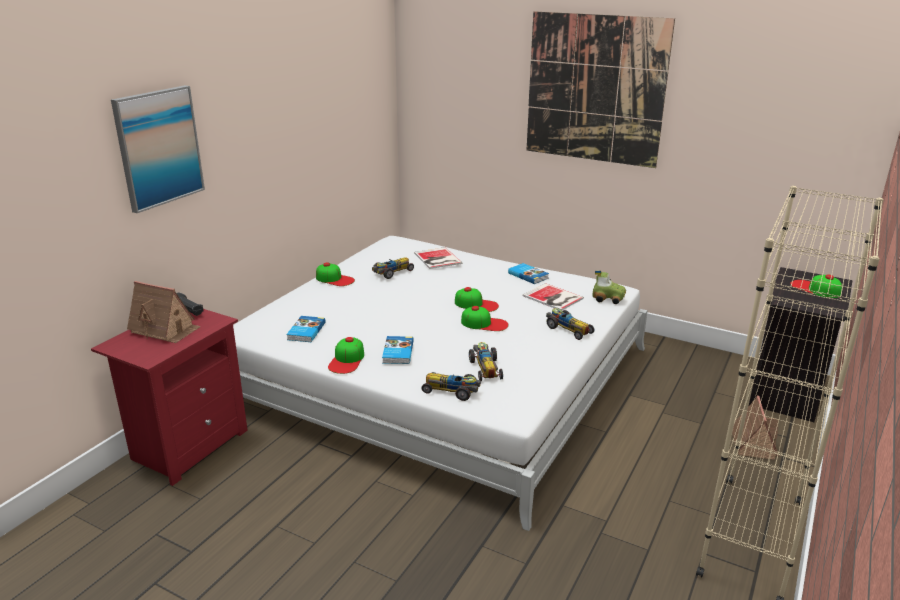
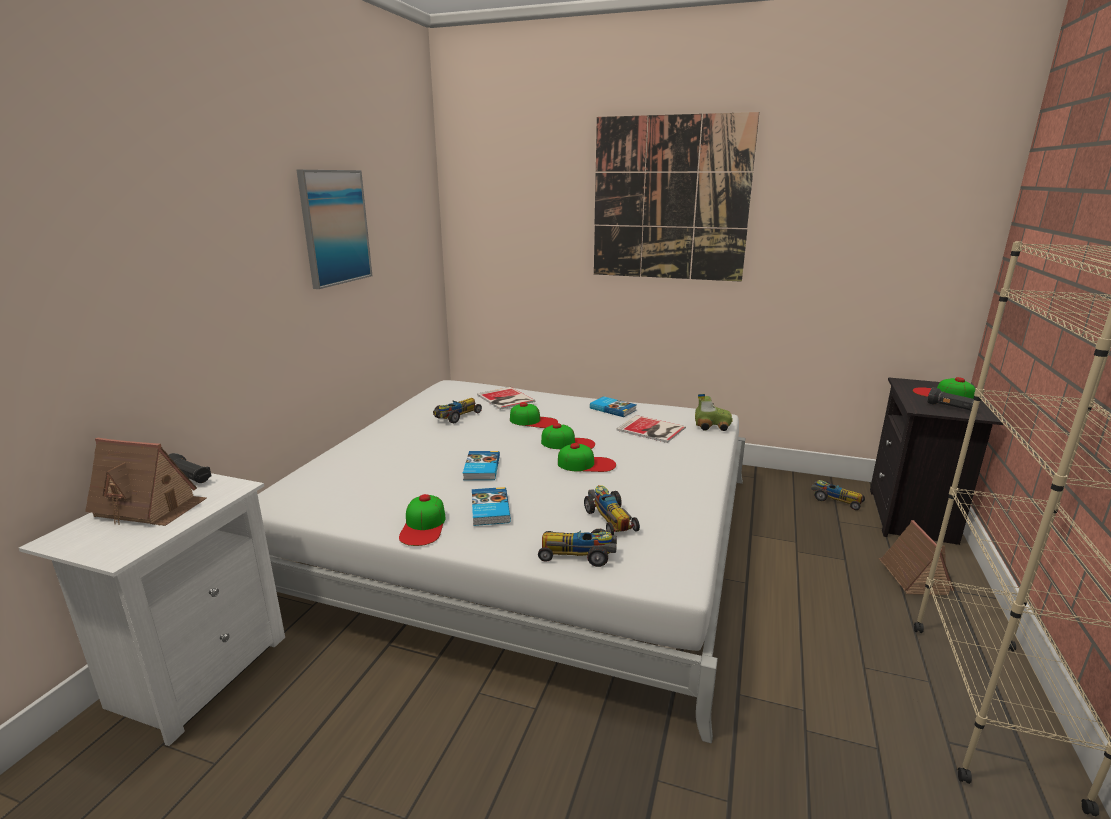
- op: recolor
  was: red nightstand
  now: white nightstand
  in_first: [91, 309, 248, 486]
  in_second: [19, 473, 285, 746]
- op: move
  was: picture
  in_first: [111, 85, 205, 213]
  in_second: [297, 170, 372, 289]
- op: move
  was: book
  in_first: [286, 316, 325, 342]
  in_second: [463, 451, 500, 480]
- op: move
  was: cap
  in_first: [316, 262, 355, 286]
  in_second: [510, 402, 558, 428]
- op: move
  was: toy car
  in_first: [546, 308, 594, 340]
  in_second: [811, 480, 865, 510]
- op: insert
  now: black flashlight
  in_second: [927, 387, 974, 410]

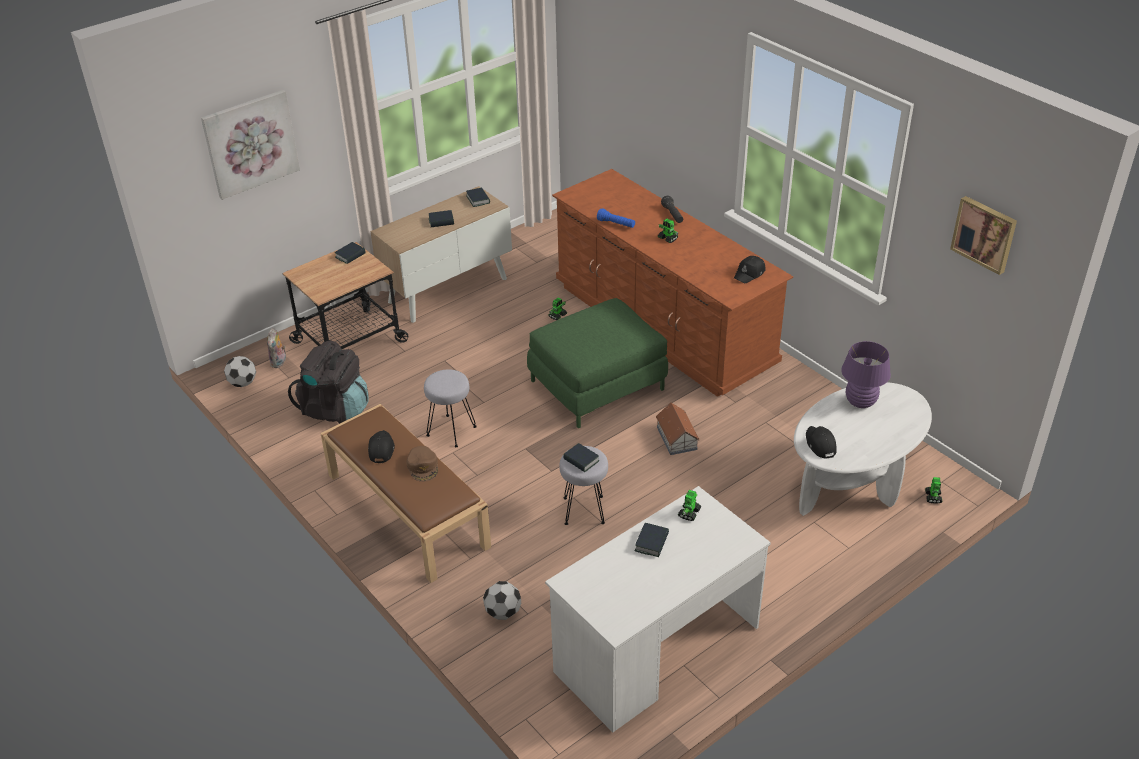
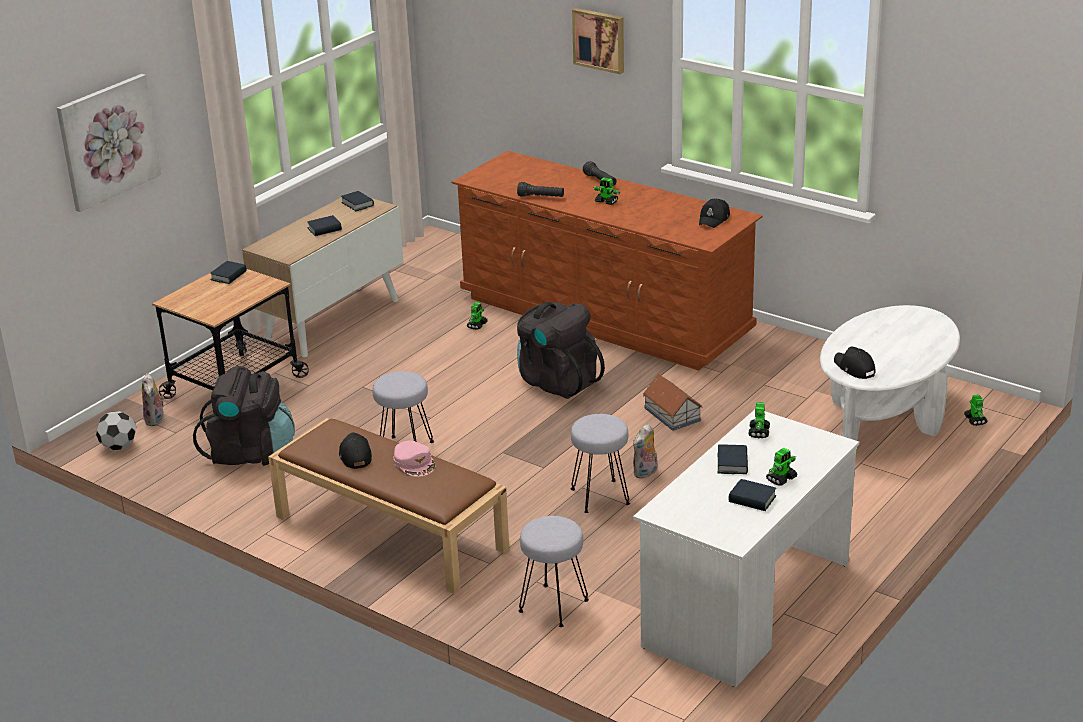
- op: recolor
  was: brown cap
  now: pink cap
  in_first: [406, 446, 438, 482]
  in_second: [393, 441, 435, 477]
- op: recolor
  was: blue flashlight
  now: black flashlight
  in_first: [597, 208, 635, 228]
  in_second: [517, 182, 564, 197]
- op: replace
  was: green ottoman
  now: black backpack
  in_first: [527, 298, 668, 428]
  in_second: [517, 302, 605, 399]
- op: replace
  was: football
  now: grey stool
  in_first: [483, 581, 521, 620]
  in_second: [519, 516, 589, 627]
- op: move
  was: picture
  in_first: [950, 196, 1017, 275]
  in_second: [572, 8, 624, 74]
- op: insert
  now: plush toy
  in_second: [633, 424, 658, 479]
- op: move
  was: book
  in_first: [563, 443, 599, 472]
  in_second: [729, 479, 776, 511]
- op: insert
  now: toy robot
  in_second: [766, 448, 798, 486]
- op: delete
  was: purple table lamp
  in_first: [841, 341, 891, 408]

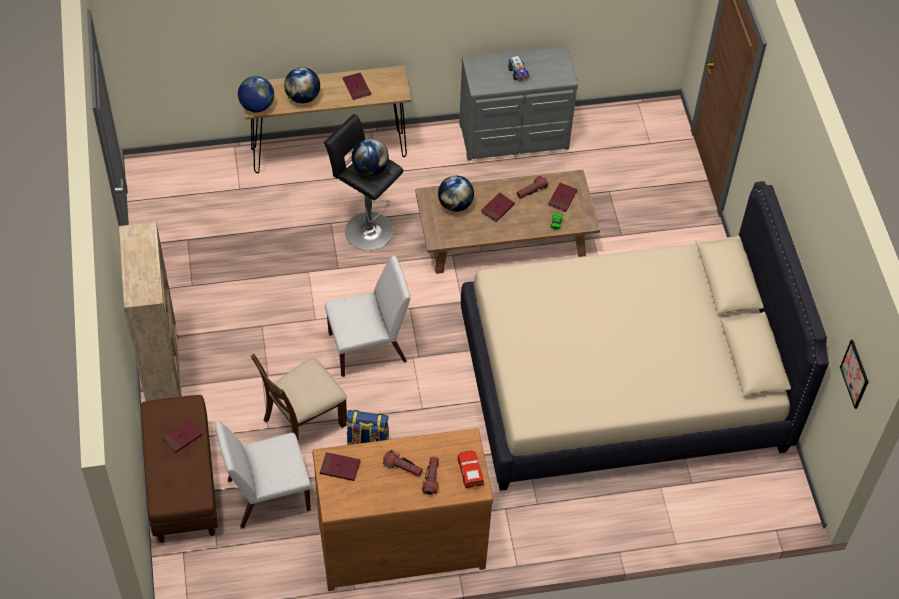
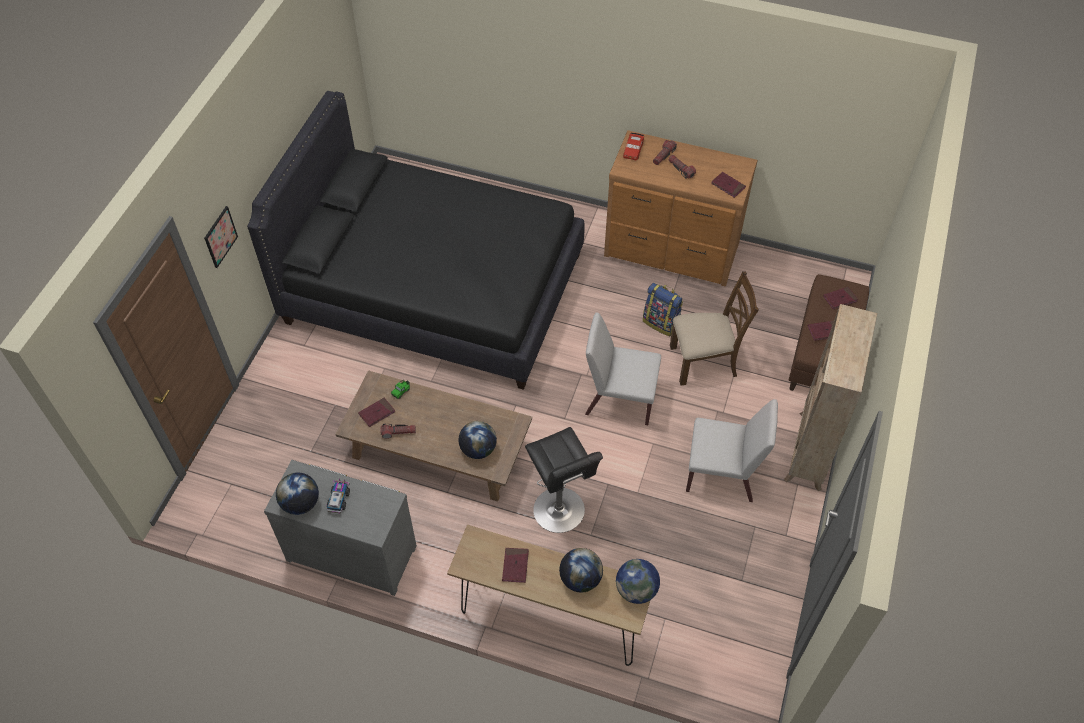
- op: move
  was: picture
  in_first: [840, 340, 869, 409]
  in_second: [204, 206, 238, 268]
- op: recolor
  was: beige bed
  now: black bed
  in_first: [461, 181, 829, 491]
  in_second: [247, 91, 585, 390]
- op: move
  was: globe
  in_first: [352, 138, 389, 176]
  in_second: [276, 472, 319, 515]
- op: move
  was: white chair
  in_first: [215, 422, 311, 529]
  in_second: [686, 399, 778, 502]
- op: move
  was: red book
  in_first: [481, 192, 515, 222]
  in_second: [823, 287, 858, 309]

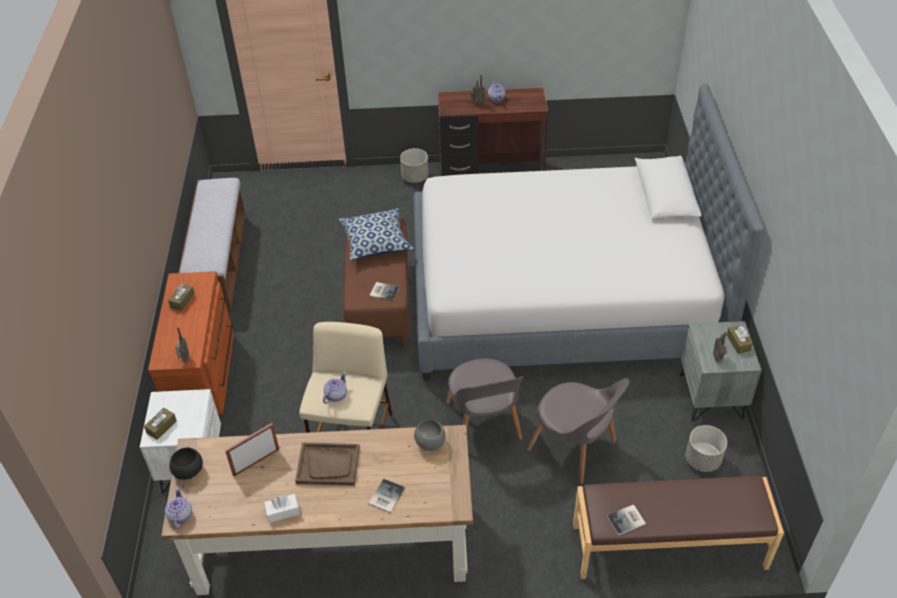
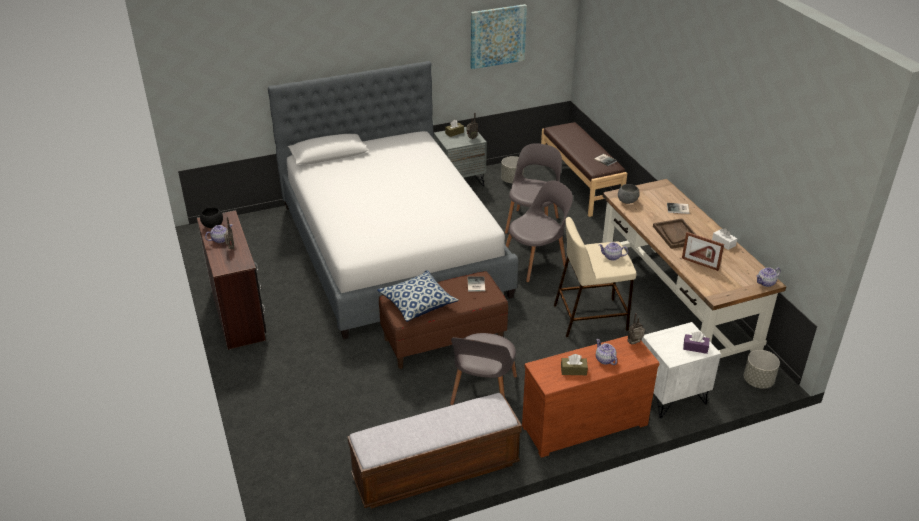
- op: move
  was: black bowl
  in_first: [169, 447, 203, 480]
  in_second: [200, 207, 223, 228]
- op: insert
  now: grey chair
  in_second: [450, 333, 517, 405]
- op: insert
  now: picture
  in_second: [471, 4, 527, 69]
- op: insert
  now: teapot
  in_second: [596, 339, 617, 365]
- op: recolor
  was: brown tissue box
  now: purple tissue box
  in_first: [144, 408, 177, 440]
  in_second: [683, 332, 710, 354]
- op: move
  was: grey planter
  in_first: [400, 148, 429, 183]
  in_second: [744, 350, 780, 389]

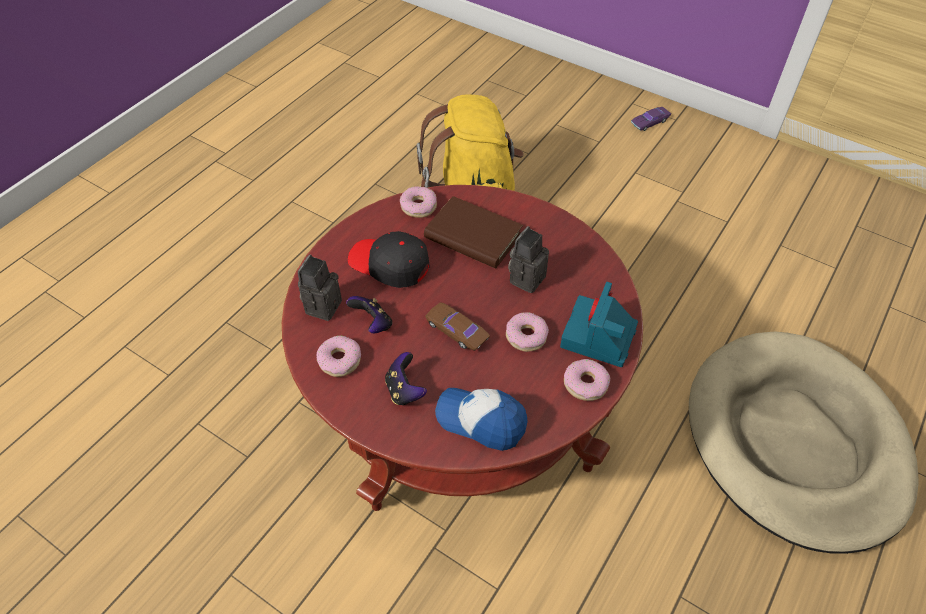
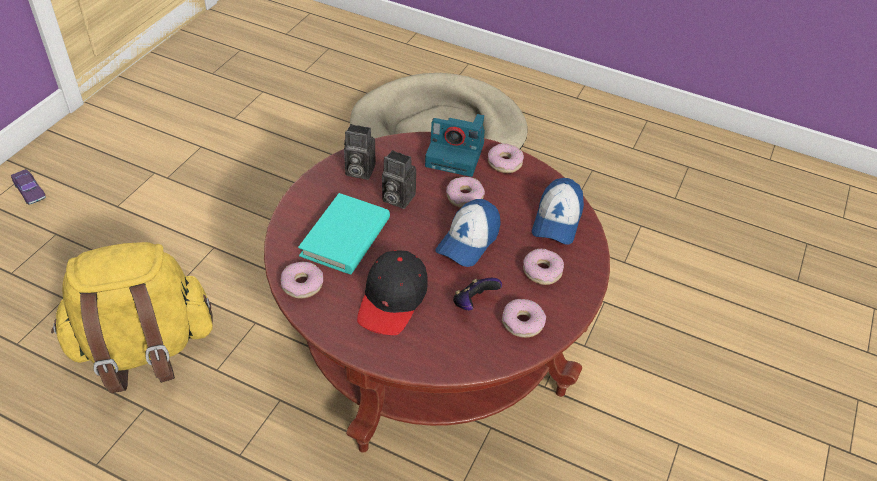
- op: recolor
  was: brown book
  now: turquoise book
  in_first: [424, 196, 523, 268]
  in_second: [298, 193, 390, 274]
- op: move
  was: photo camera
  in_first: [298, 254, 342, 321]
  in_second: [344, 124, 376, 180]
- op: replace
  was: brown toy car
  now: cap
  in_first: [425, 302, 490, 351]
  in_second: [435, 199, 501, 267]
- op: replace
  was: game controller
  now: donut
  in_first: [385, 352, 427, 406]
  in_second: [523, 249, 564, 285]

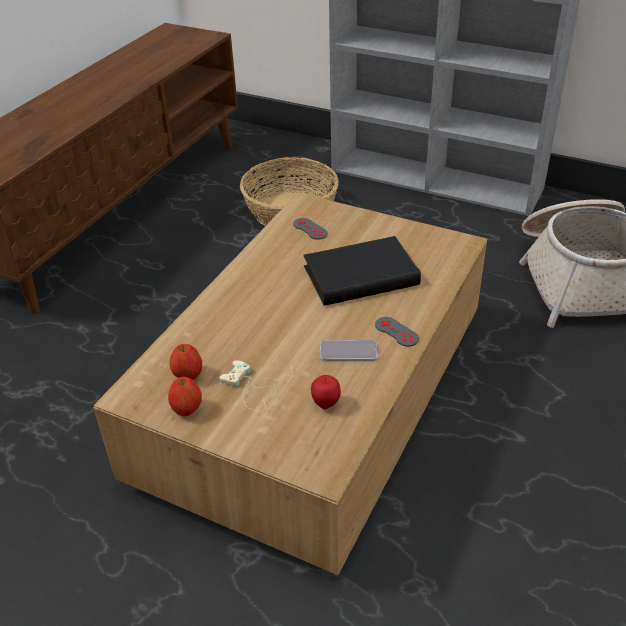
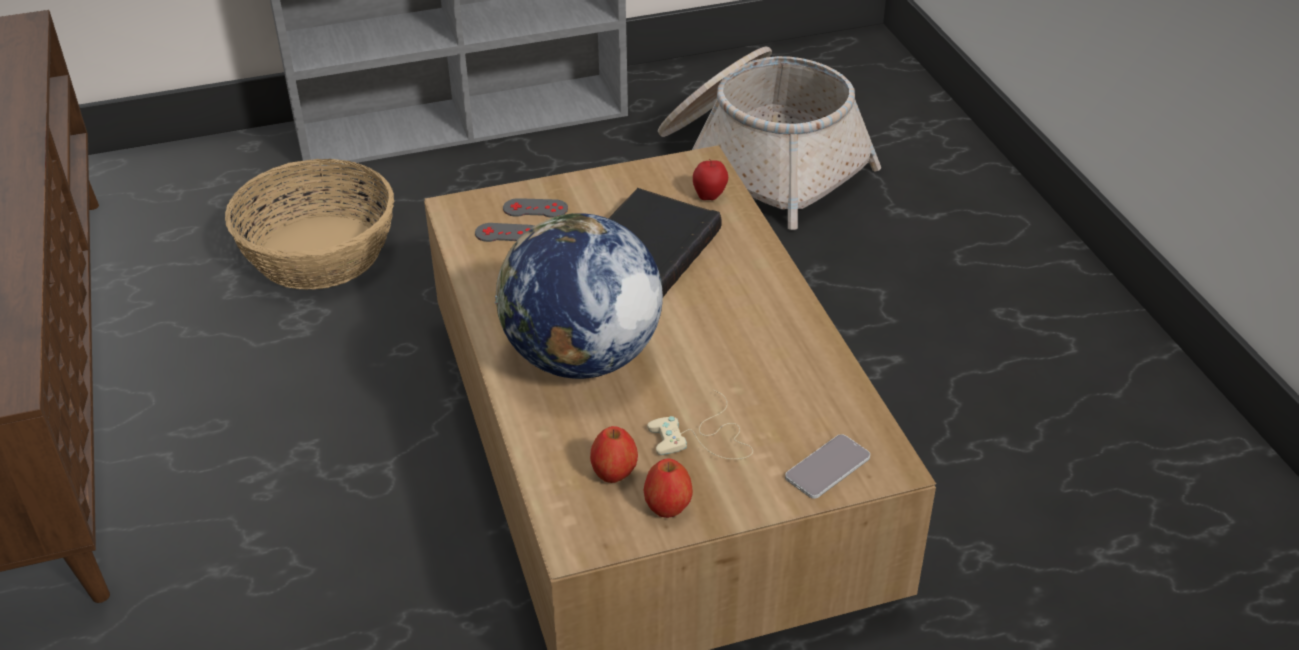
- op: insert
  now: globe
  in_second: [494, 213, 663, 379]
- op: move
  was: grey game controller
  in_first: [375, 317, 419, 347]
  in_second: [503, 198, 568, 218]
- op: move
  was: apple
  in_first: [311, 375, 341, 409]
  in_second: [693, 159, 728, 200]
- op: move
  was: phone
  in_first: [320, 340, 377, 361]
  in_second: [785, 434, 870, 499]

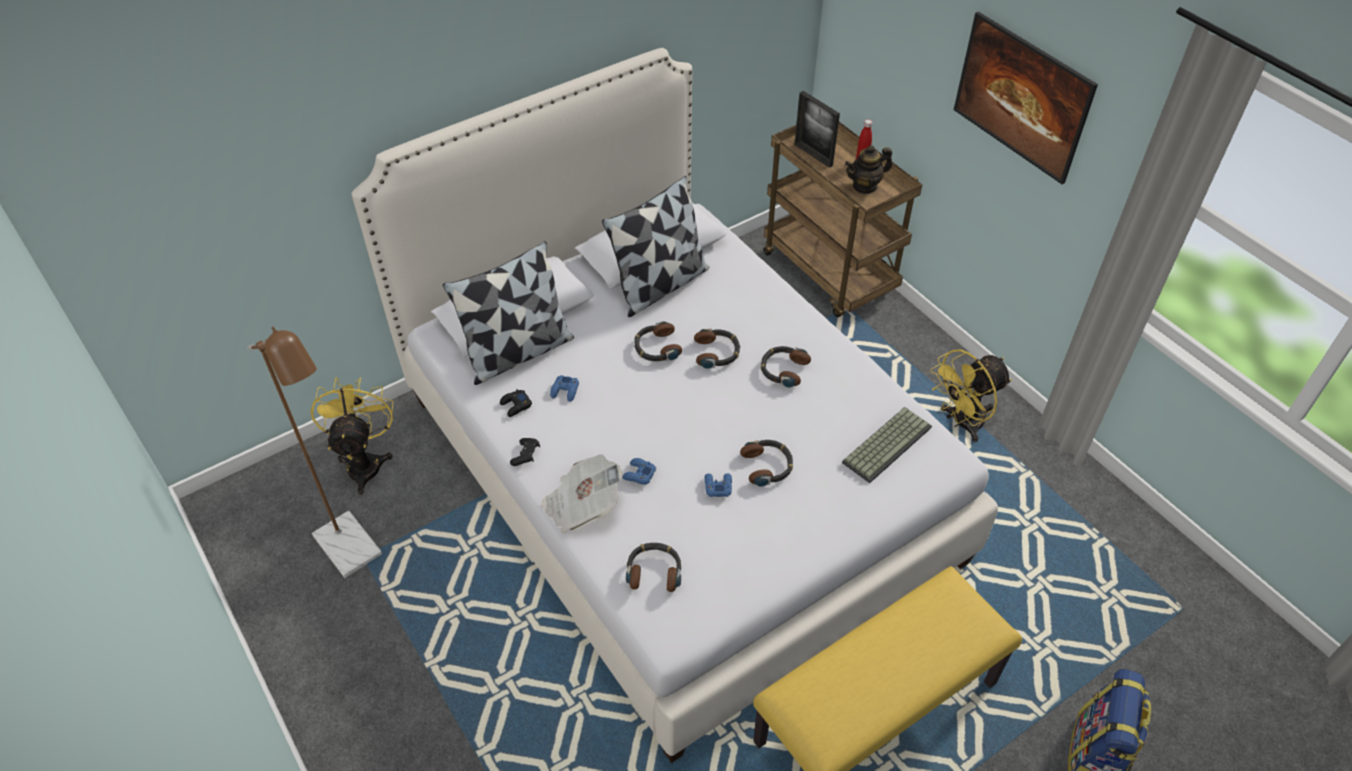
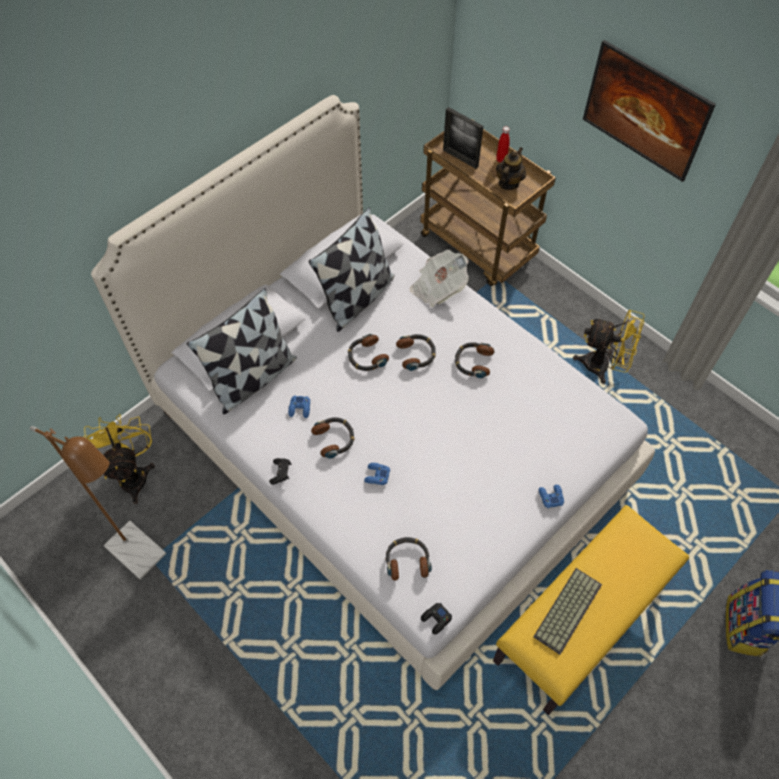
- op: move
  was: headphones
  in_first: [740, 440, 793, 487]
  in_second: [311, 417, 354, 459]
- op: move
  was: newspaper
  in_first: [541, 454, 623, 534]
  in_second: [410, 250, 469, 307]
- op: move
  was: black game controller
  in_first: [500, 389, 532, 417]
  in_second: [421, 603, 452, 635]
- op: rotate
  was: teapot
  in_first: [845, 145, 892, 194]
  in_second: [496, 147, 526, 190]
  clockwise: 150
- op: move
  was: keyboard
  in_first: [842, 407, 932, 483]
  in_second: [533, 568, 602, 655]
- op: move
  was: blue game controller
  in_first: [704, 473, 732, 497]
  in_second: [539, 485, 564, 508]
- op: rotate
  was: yellow fan
  in_first: [930, 349, 1012, 442]
  in_second: [573, 310, 645, 384]
  clockwise: -120

